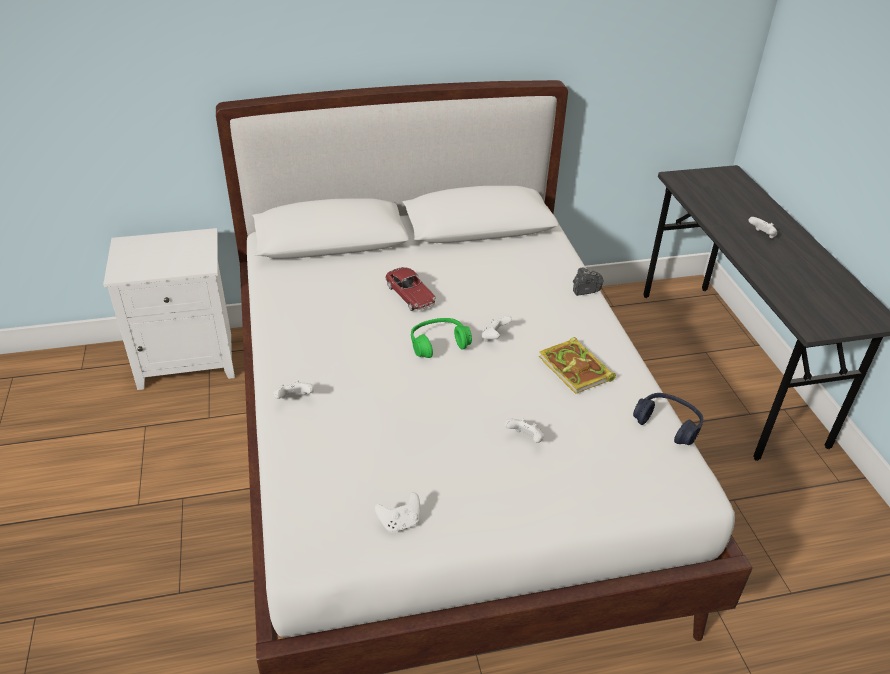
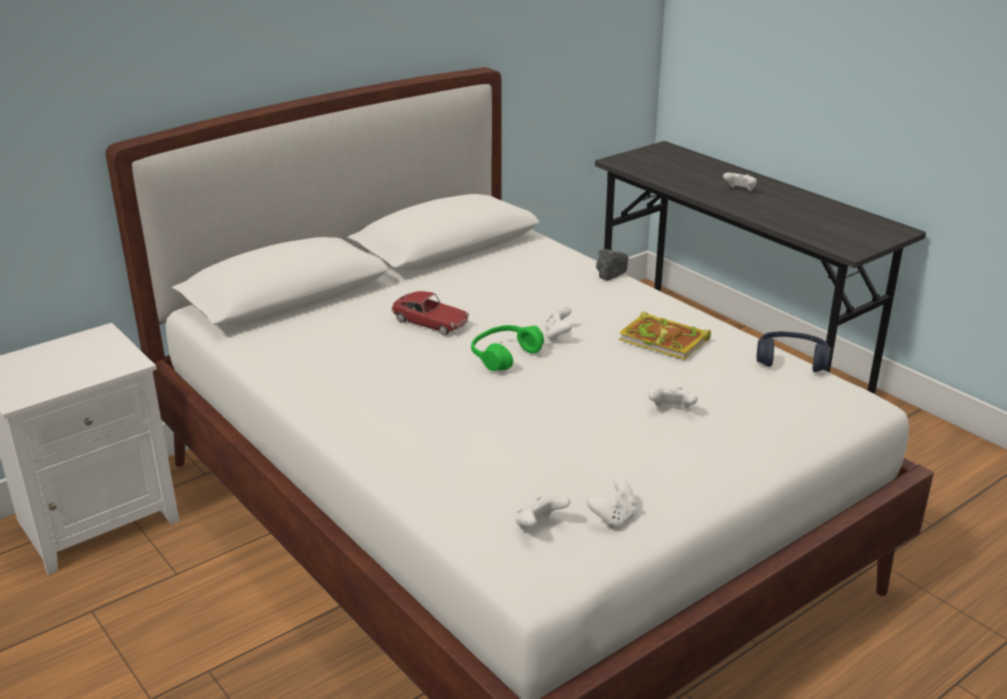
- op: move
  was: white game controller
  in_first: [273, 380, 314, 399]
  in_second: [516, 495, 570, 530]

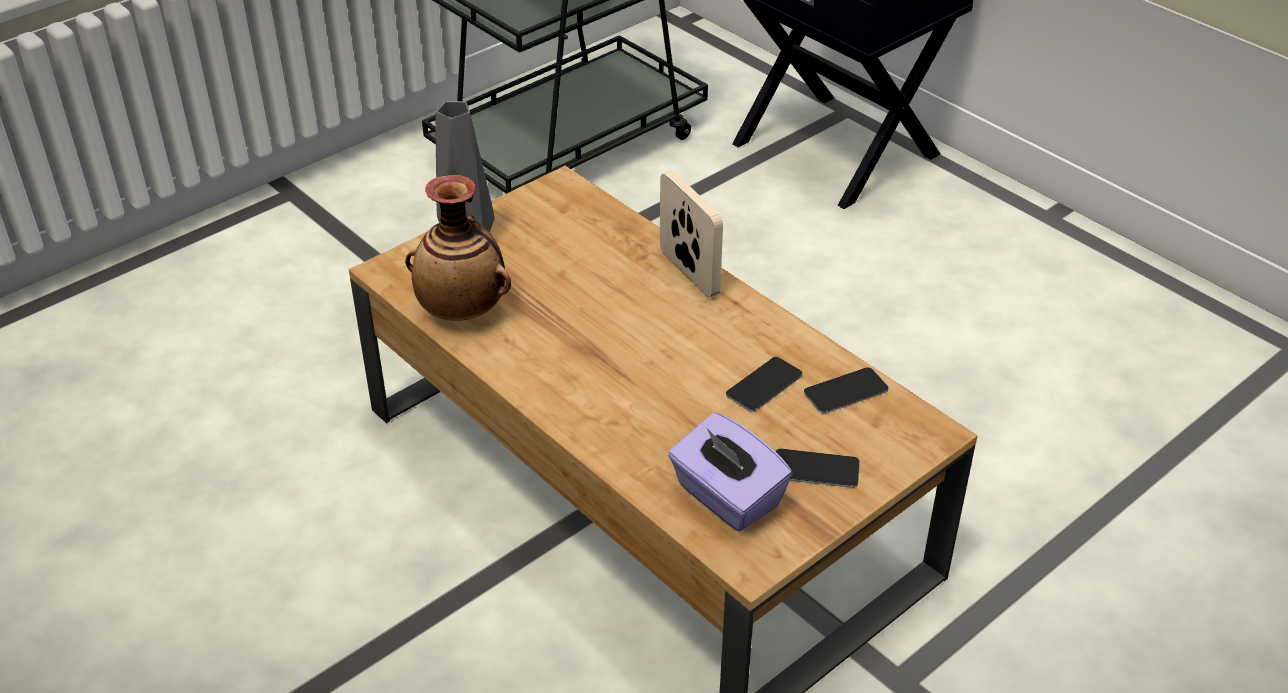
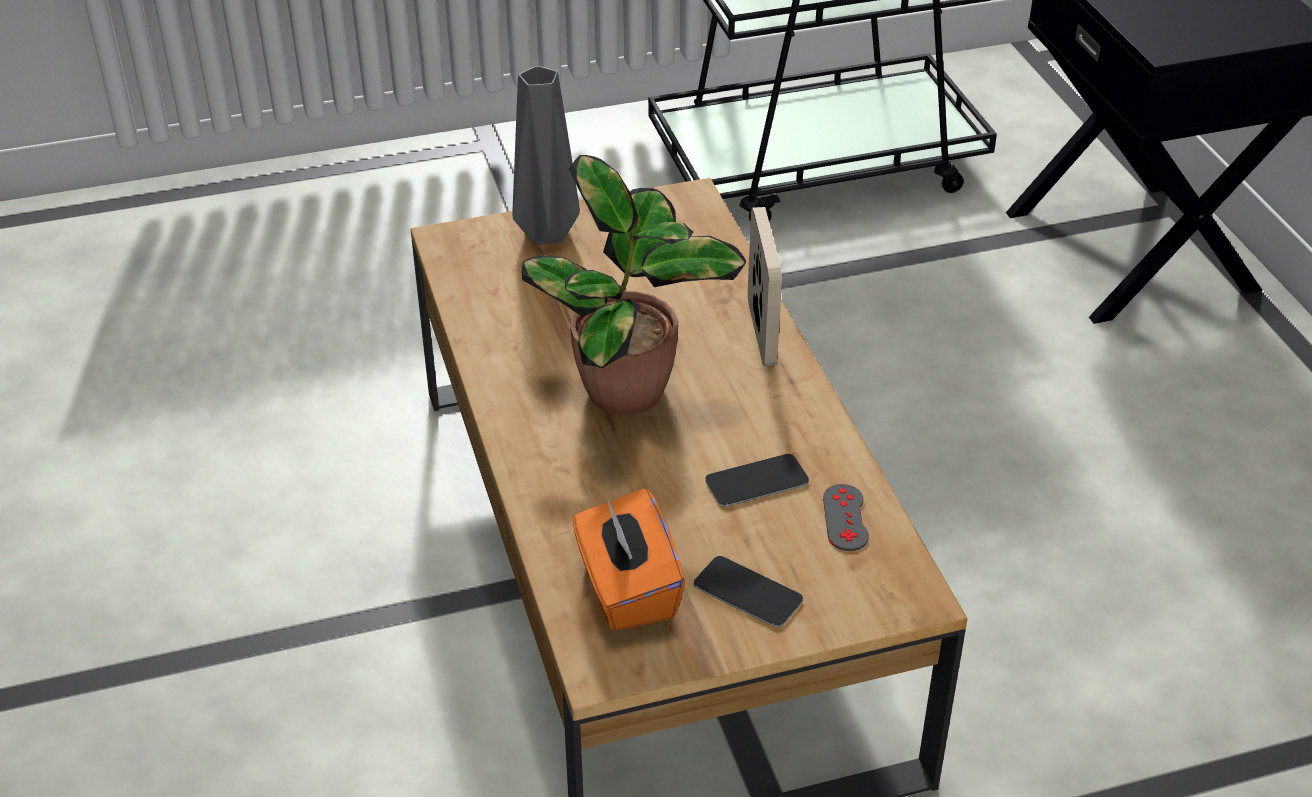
- op: insert
  now: potted plant
  in_second: [522, 155, 746, 415]
- op: recolor
  was: purple tissue box
  now: orange tissue box
  in_first: [668, 413, 793, 531]
  in_second: [572, 488, 685, 631]
- op: replace
  was: phone
  now: grey game controller
  in_first: [804, 367, 888, 414]
  in_second: [823, 484, 869, 551]
- op: delete
  was: vase
  in_first: [405, 175, 511, 321]

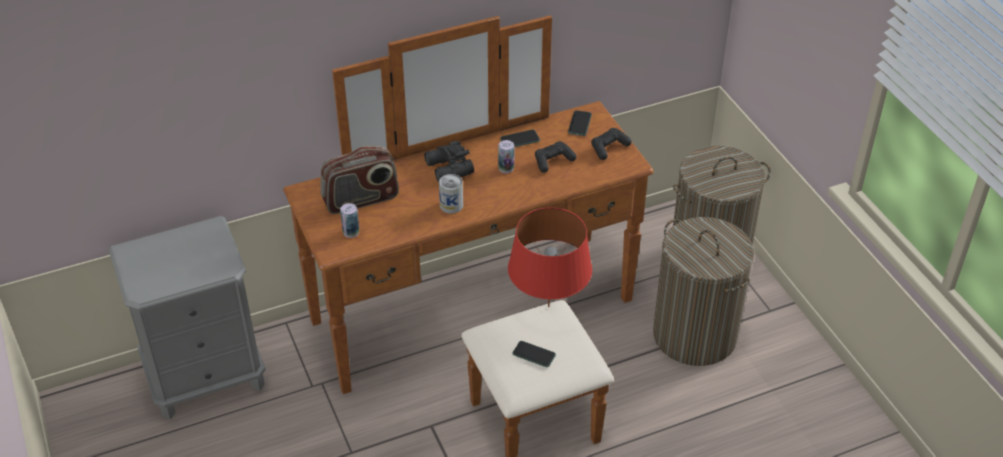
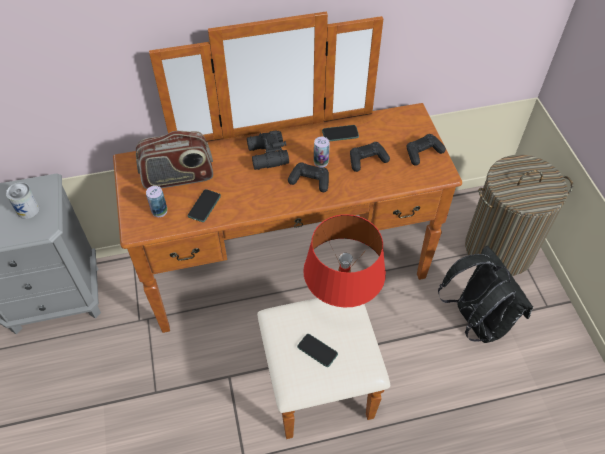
- op: move
  was: can
  in_first: [439, 174, 463, 214]
  in_second: [6, 182, 40, 219]
- op: move
  was: phone
  in_first: [568, 110, 592, 136]
  in_second: [188, 189, 221, 222]
- op: insert
  now: black game controller
  in_second: [288, 162, 329, 192]
- op: replace
  was: laundry basket
  now: black backpack
  in_first: [653, 217, 754, 366]
  in_second: [438, 246, 533, 343]

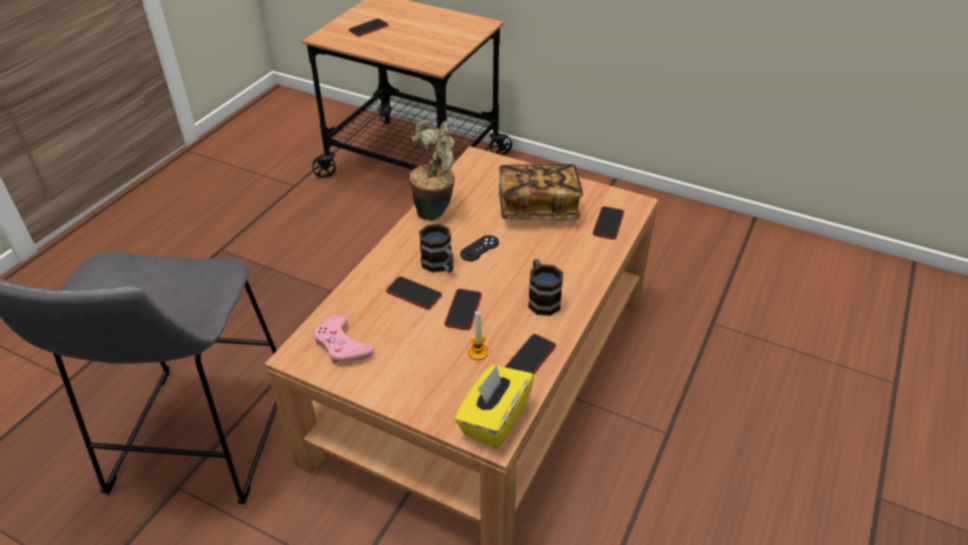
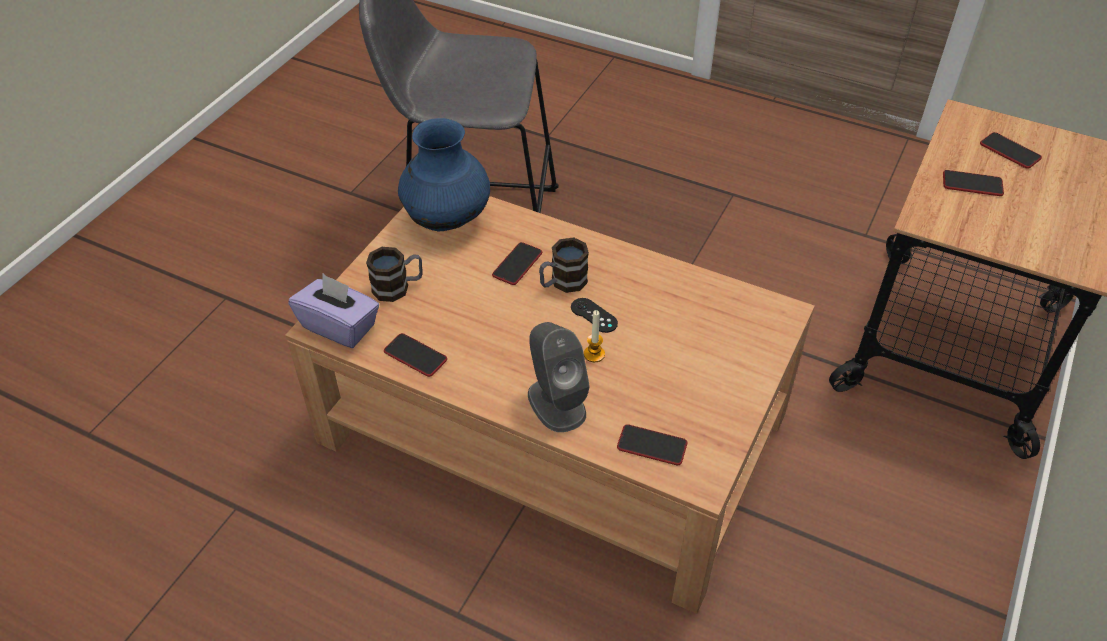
- op: recolor
  was: yellow tissue box
  now: purple tissue box
  in_first: [454, 365, 534, 449]
  in_second: [288, 274, 379, 348]
- op: move
  was: mug
  in_first: [528, 259, 563, 316]
  in_second: [366, 247, 422, 302]
- op: replace
  was: pink game controller
  now: blue vase
  in_first: [314, 315, 374, 364]
  in_second: [398, 118, 490, 231]
- op: insert
  now: grey speaker
  in_second: [528, 322, 590, 432]
- op: move
  was: candle
  in_first: [468, 311, 488, 360]
  in_second: [584, 310, 605, 362]
- op: move
  was: phone
  in_first: [444, 289, 482, 330]
  in_second: [943, 170, 1004, 196]
- op: delete
  was: potted plant
  in_first: [409, 121, 455, 221]
- op: delete
  was: book
  in_first: [499, 164, 583, 221]

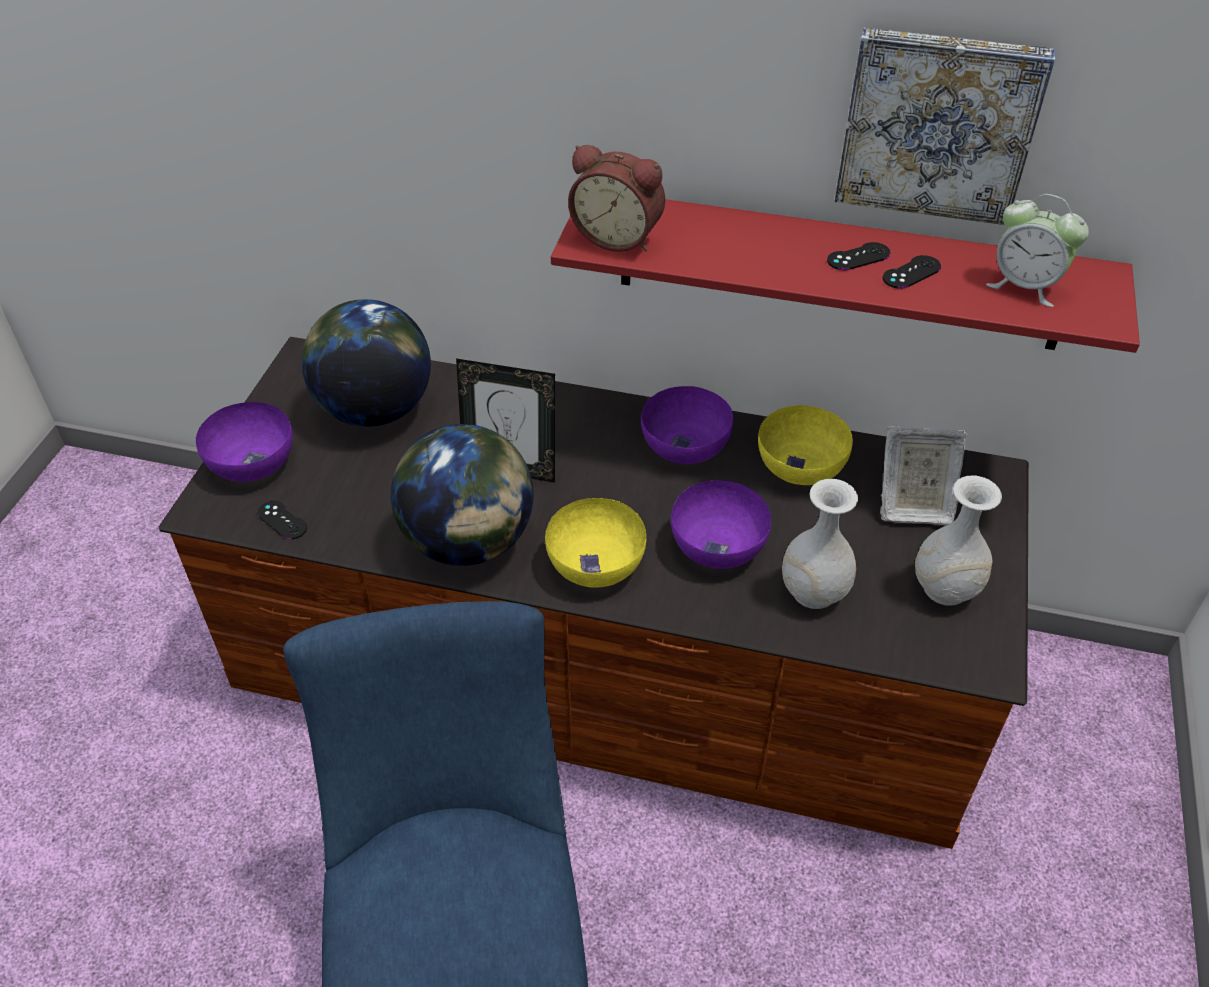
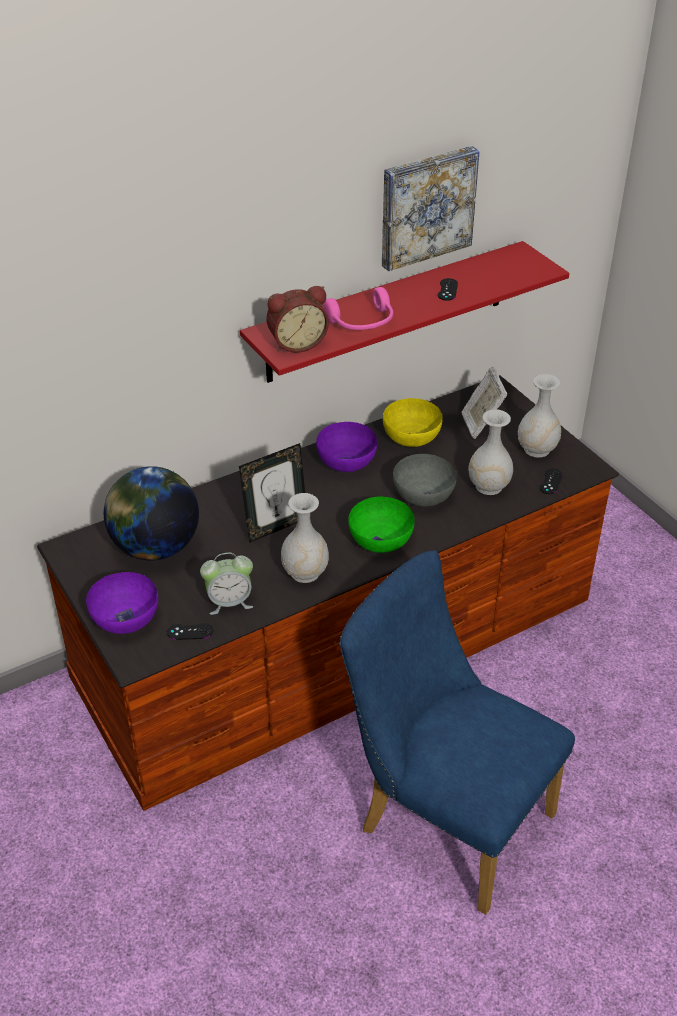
- op: move
  was: alarm clock
  in_first: [986, 194, 1089, 307]
  in_second: [200, 553, 253, 615]
- op: replace
  was: globe
  now: white vase
  in_first: [391, 424, 533, 566]
  in_second: [281, 493, 329, 583]
- op: insert
  now: pink headphones
  in_second: [323, 287, 393, 330]
- op: recolor
  was: yellow bowl
  now: green bowl
  in_first: [545, 498, 646, 588]
  in_second: [348, 497, 415, 553]
- op: recolor
  was: purple bowl
  now: grey bowl
  in_first: [671, 480, 771, 569]
  in_second: [393, 454, 457, 507]
- op: rotate
  was: picture frame
  in_first: [880, 427, 967, 525]
  in_second: [461, 367, 508, 439]
  clockwise: 120
- op: move
  was: black game controller
  in_first: [827, 242, 890, 270]
  in_second: [539, 469, 563, 494]

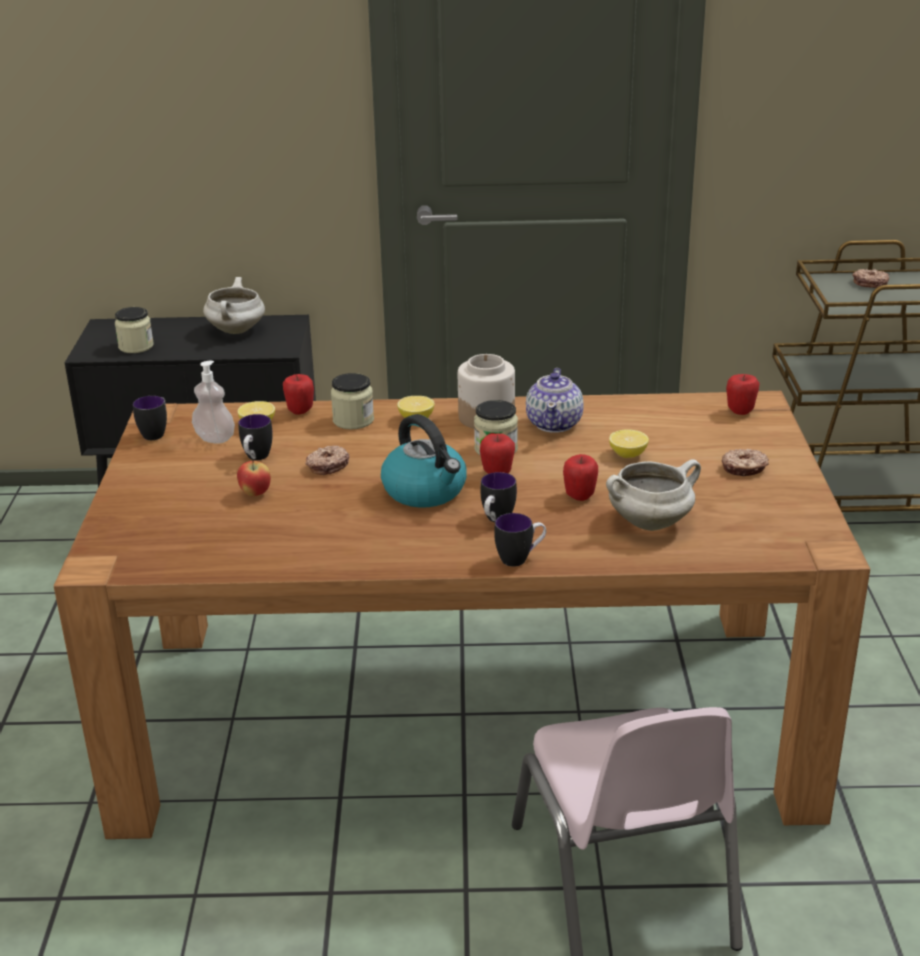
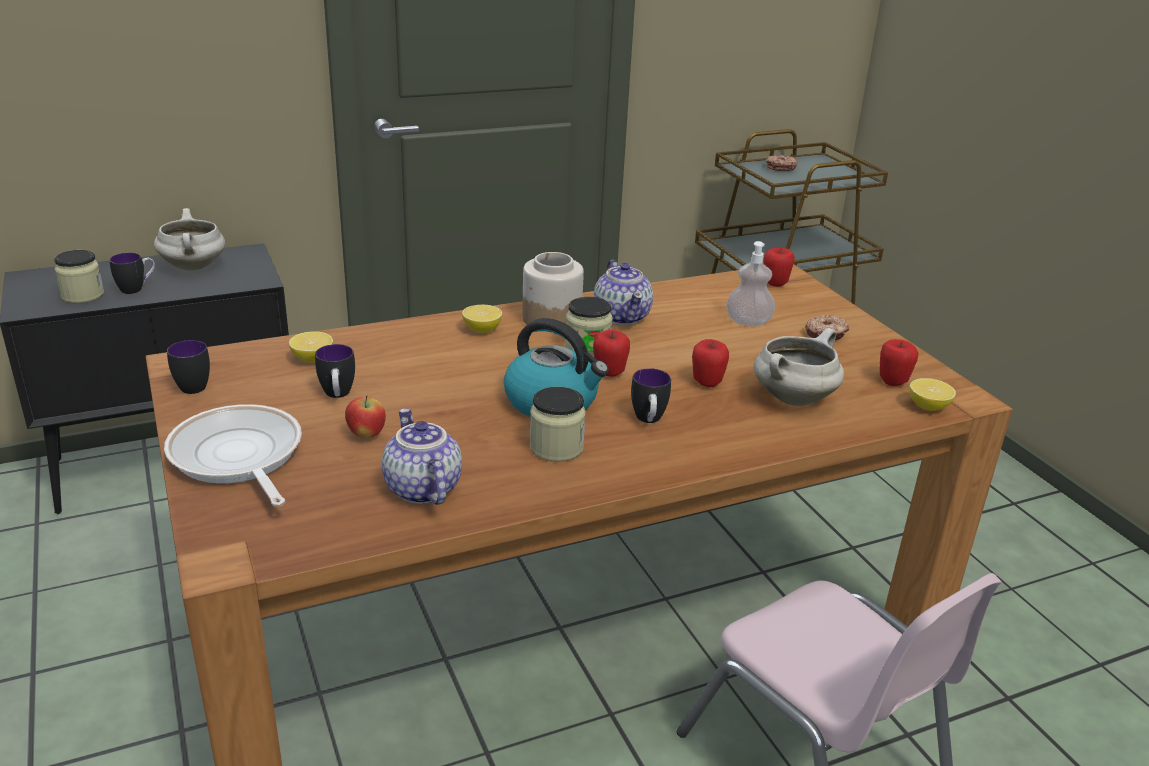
- op: move
  was: mug
  in_first: [494, 513, 546, 567]
  in_second: [110, 253, 155, 294]
- op: insert
  now: frying pan
  in_second: [164, 404, 302, 507]
- op: insert
  now: teapot
  in_second: [382, 408, 462, 505]
- op: move
  was: jar
  in_first: [331, 373, 374, 430]
  in_second: [530, 387, 586, 462]
- op: move
  was: soap dispenser
  in_first: [192, 360, 235, 444]
  in_second: [726, 241, 775, 326]
- op: move
  was: apple
  in_first: [283, 374, 314, 415]
  in_second: [880, 339, 918, 386]
- op: move
  was: lemon
  in_first: [609, 429, 649, 458]
  in_second: [909, 378, 956, 411]
- op: delete
  was: donut
  in_first: [306, 445, 350, 475]

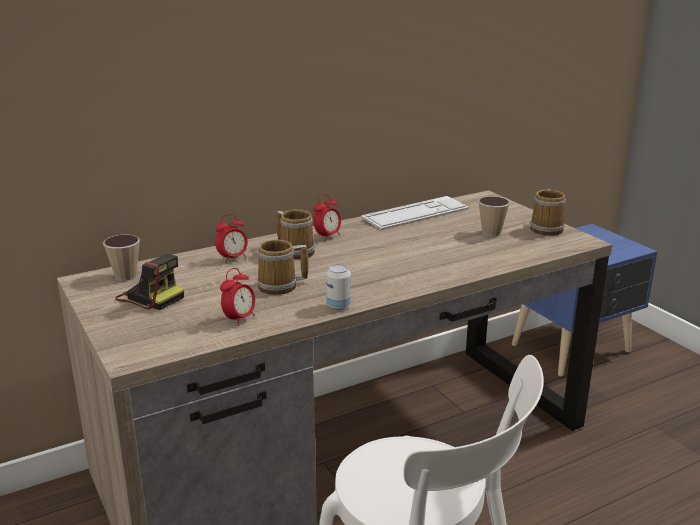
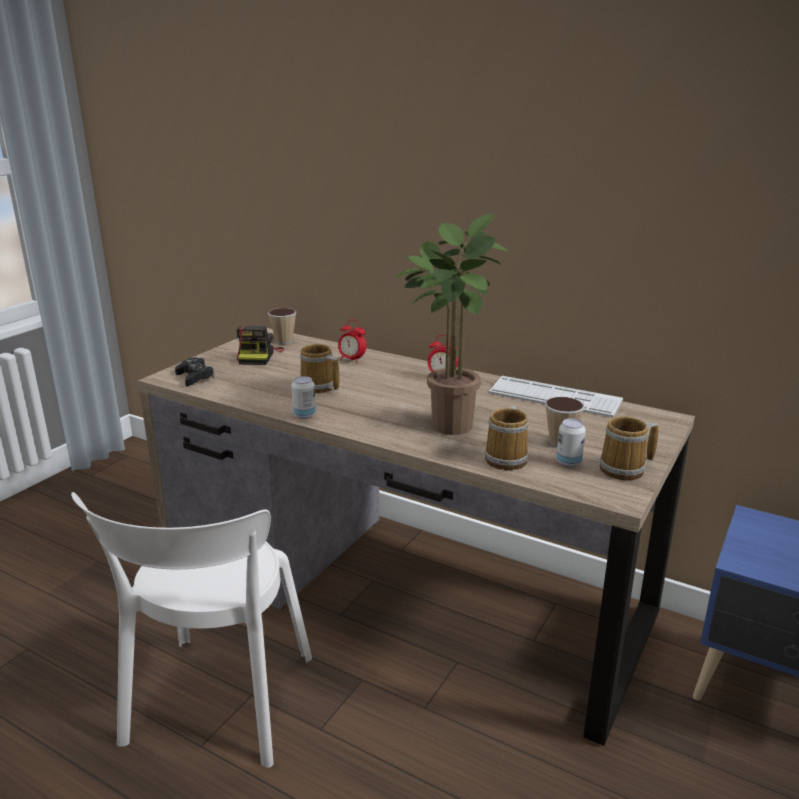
- op: insert
  now: black game controller
  in_second: [175, 358, 215, 387]
- op: insert
  now: potted plant
  in_second: [395, 214, 507, 435]
- op: move
  was: mug
  in_first: [276, 209, 315, 259]
  in_second: [485, 406, 529, 470]
- op: insert
  now: can
  in_second: [556, 418, 586, 467]
- op: delete
  was: alarm clock
  in_first: [220, 268, 255, 326]

